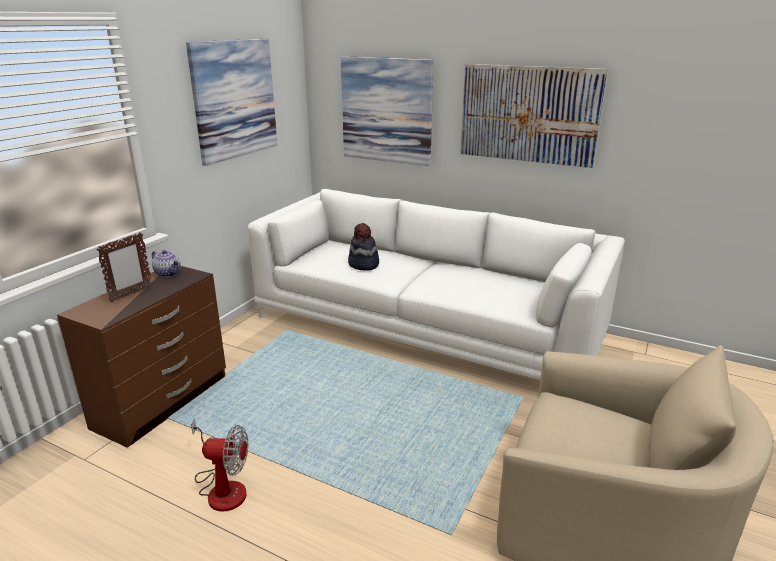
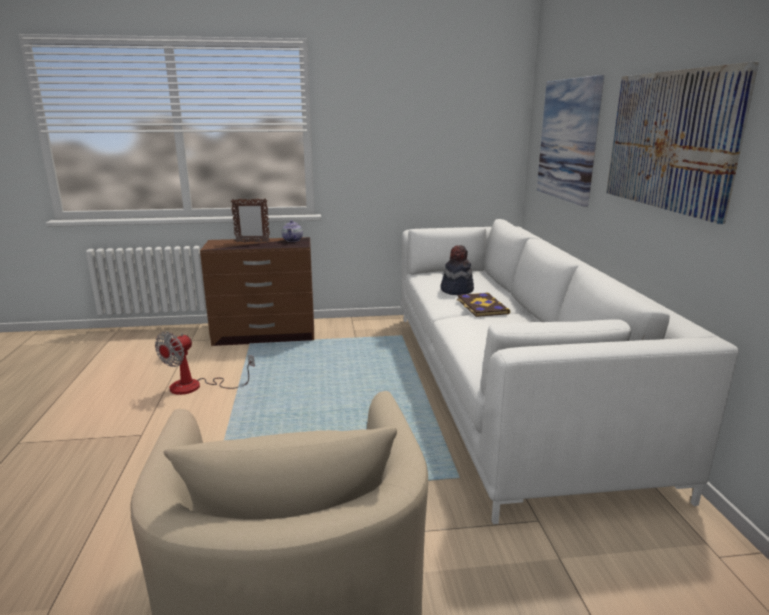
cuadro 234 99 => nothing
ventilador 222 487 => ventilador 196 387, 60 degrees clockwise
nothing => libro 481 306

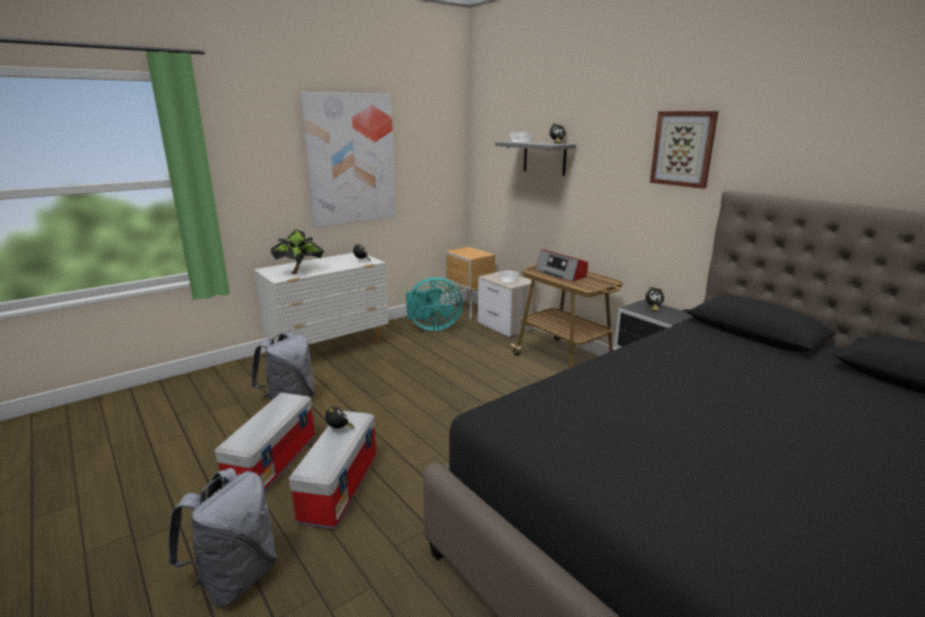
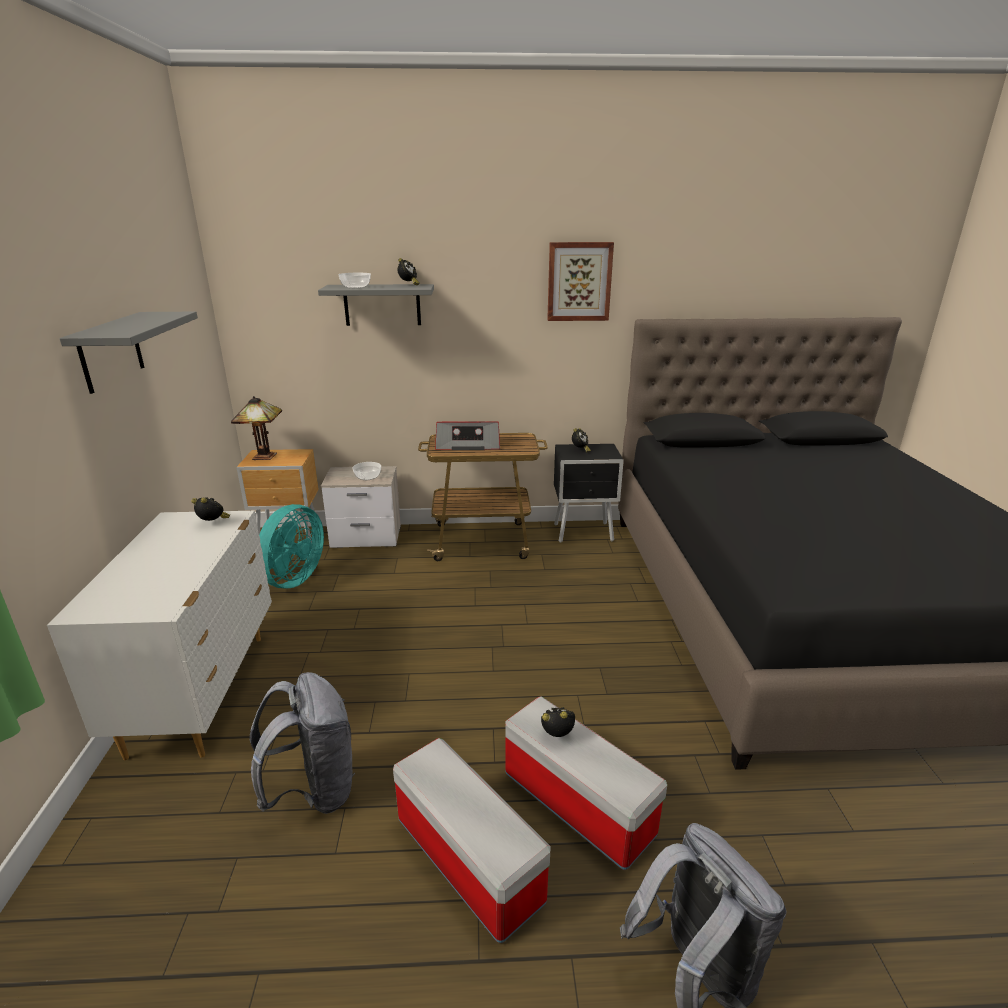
cuadro 351 159 => estante (gris) 111 352
planta en maceta 299 272 => nothing
nothing => lámpara de mesa 265 457

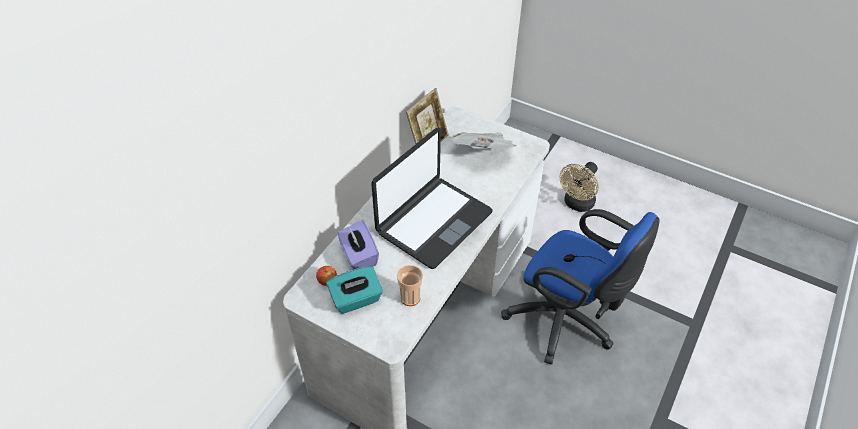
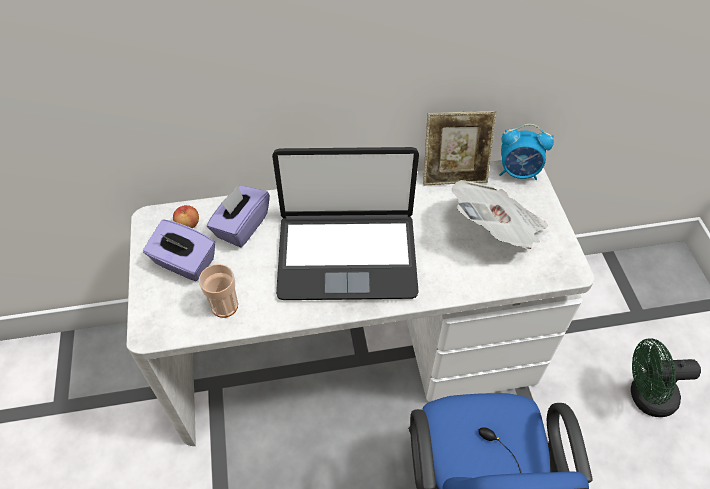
ventilador (beis) 577 204 => ventilador (verde) 645 396
caja de pañuelos (turquesa) 356 299 => caja de pañuelos (morado) 184 263
nothing => despertador 518 172

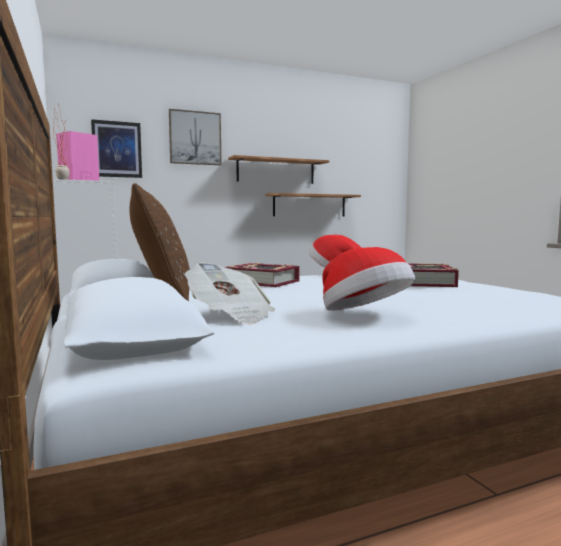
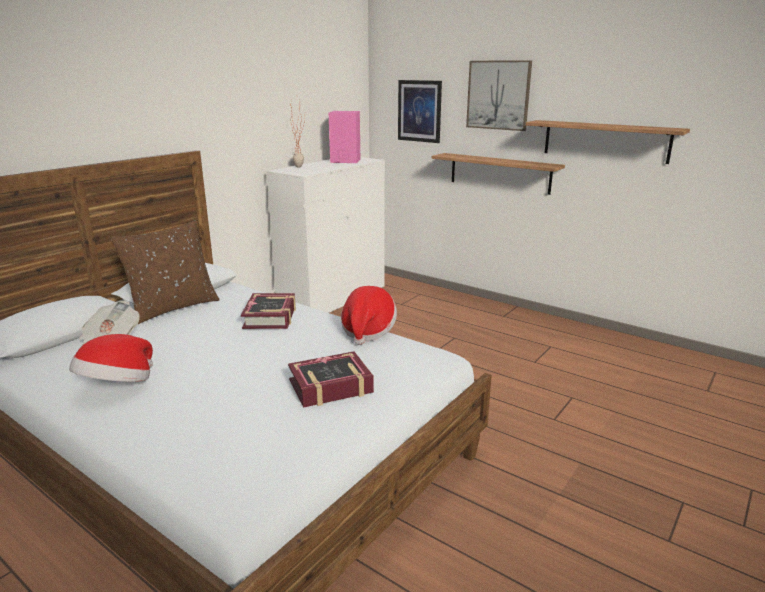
estante 309 205 => estante 499 173, relocated

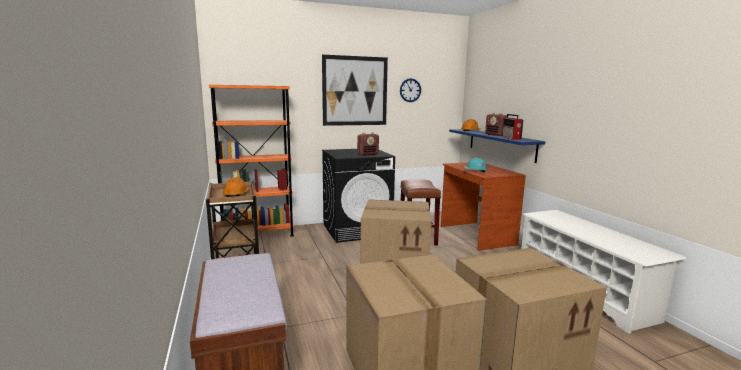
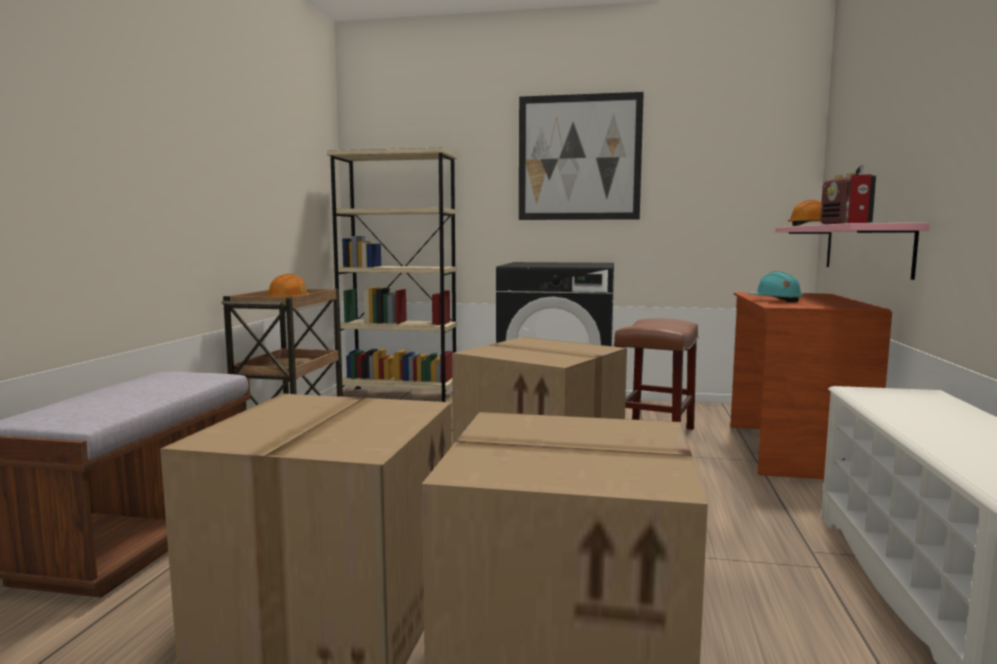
reloj de pared 410 90 => nothing
estantería (naranja) 258 234 => estantería (beis) 398 395
estante (azul) 500 144 => estante (rosa) 865 248
radio 368 154 => nothing

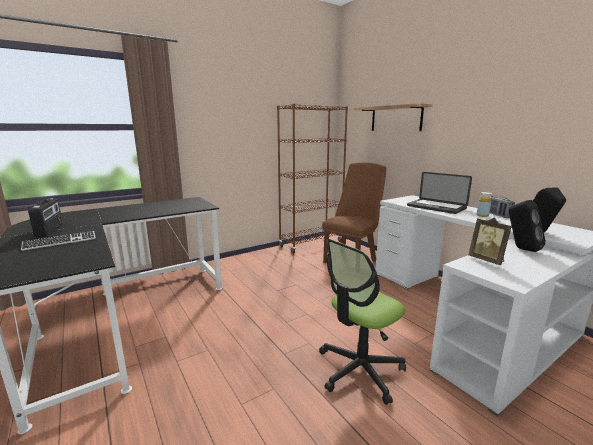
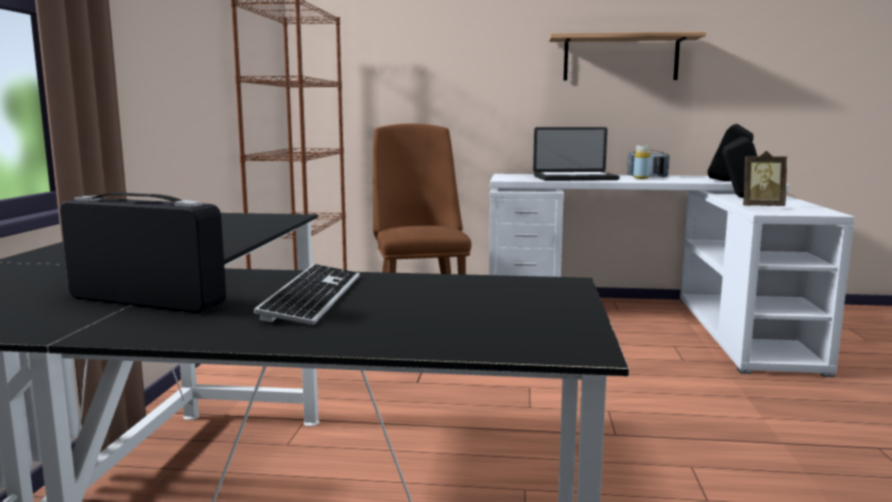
estante 396 118 => estante 620 58, relocated
silla de oficina 359 370 => nothing

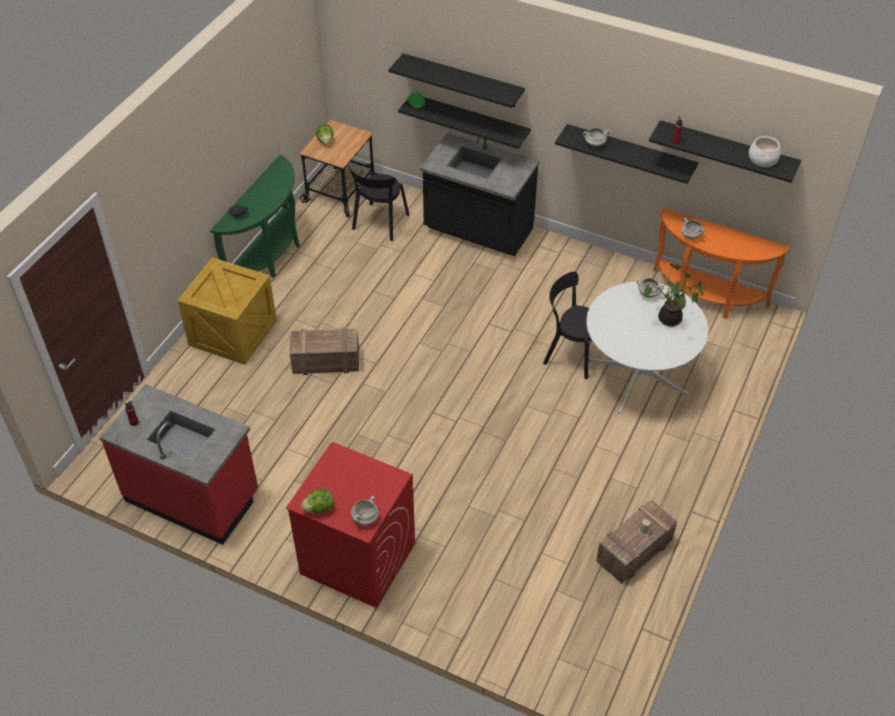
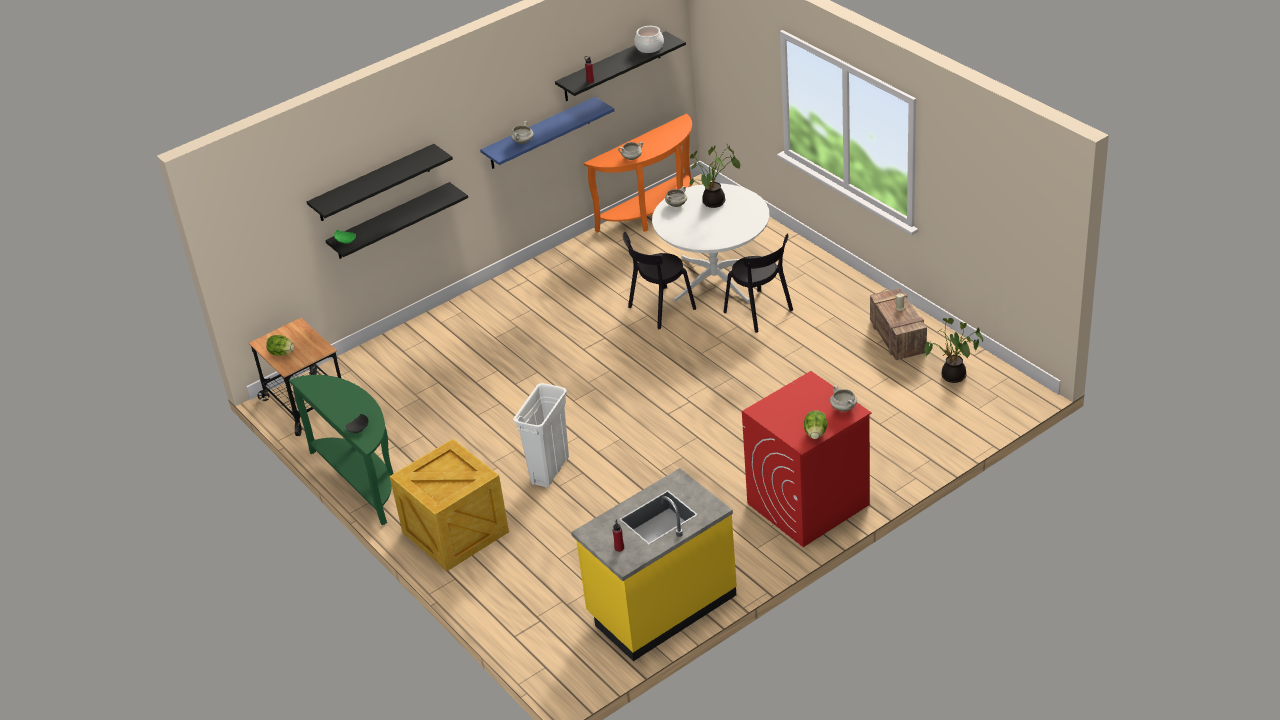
estante (negro) 630 153 => estante (azul) 540 134
mueble bajo de cocina (negro) 478 231 => nothing
silla (negro) 379 224 => silla (negro) 760 312, relocated
caja de embalaje 327 361 => papelera (blanco) 550 470
mueble bajo de cocina (rojo) 193 496 => mueble bajo de cocina (amarillo) 661 606
nothing => planta en maceta 952 377

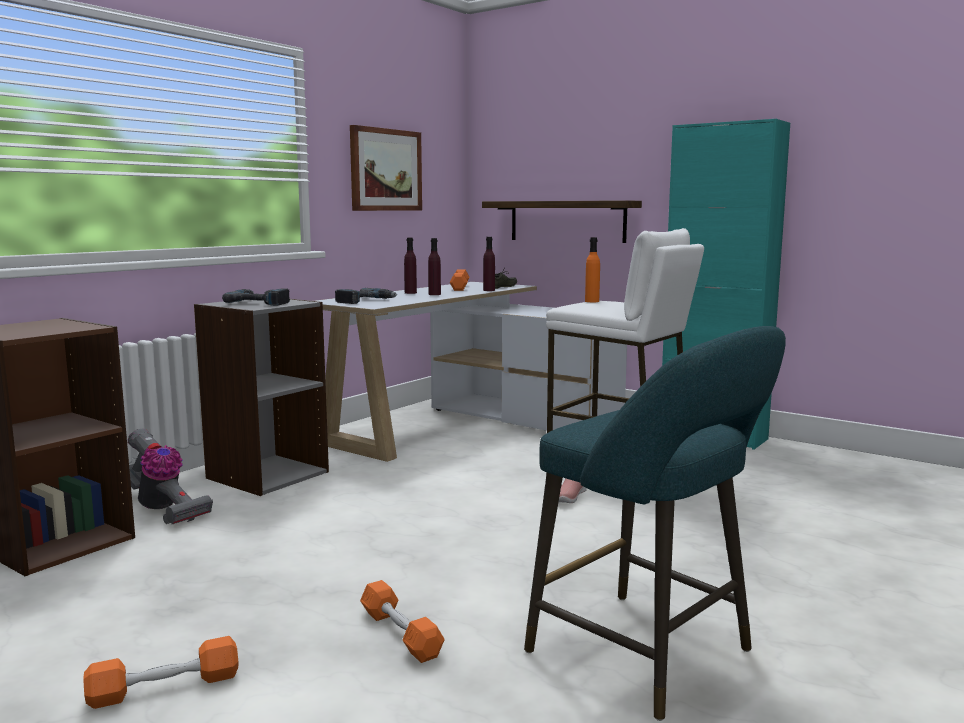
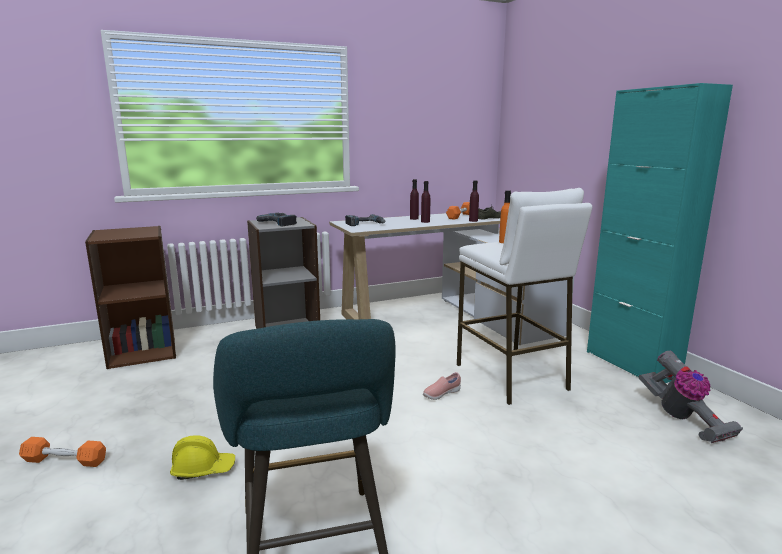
cuadro 385 170 => nothing
estante 567 221 => nothing
aspiradora 162 509 => aspiradora 682 419, relocated
mancuerna (naranja) 400 633 => casco (amarillo) 203 469

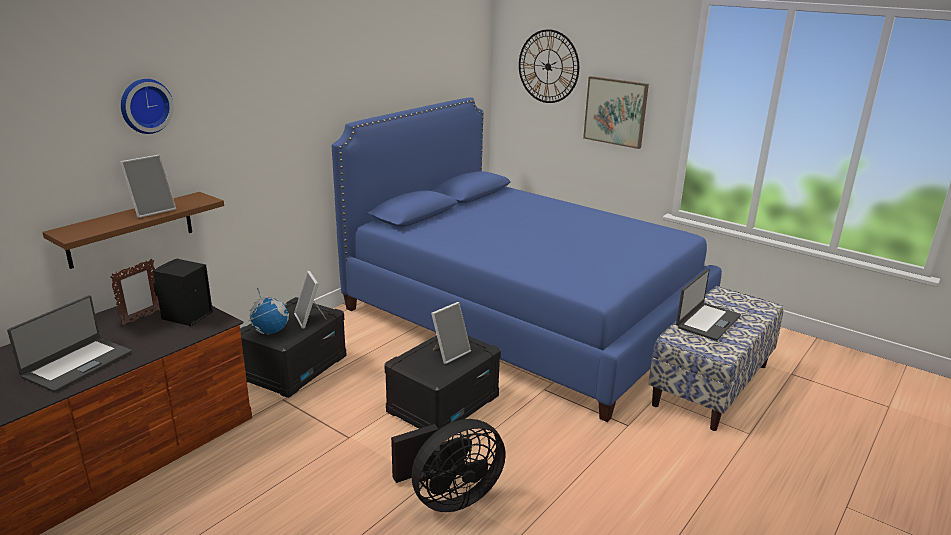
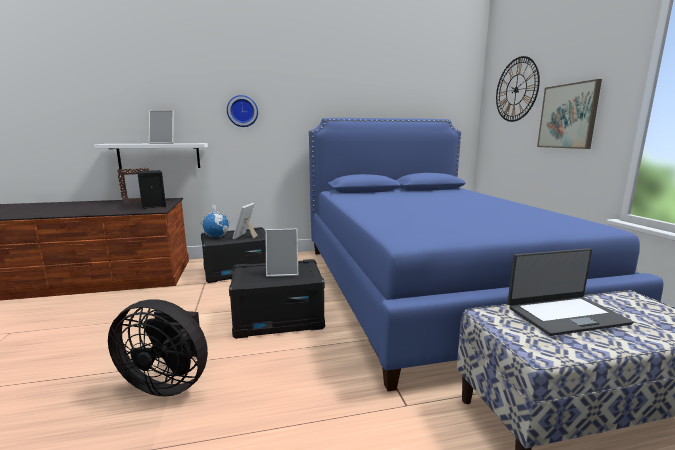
reloj de pared 145 105 => reloj de pared 242 111, relocated
estante (marrón) 130 229 => estante (blanco) 159 156
portátil 77 364 => nothing

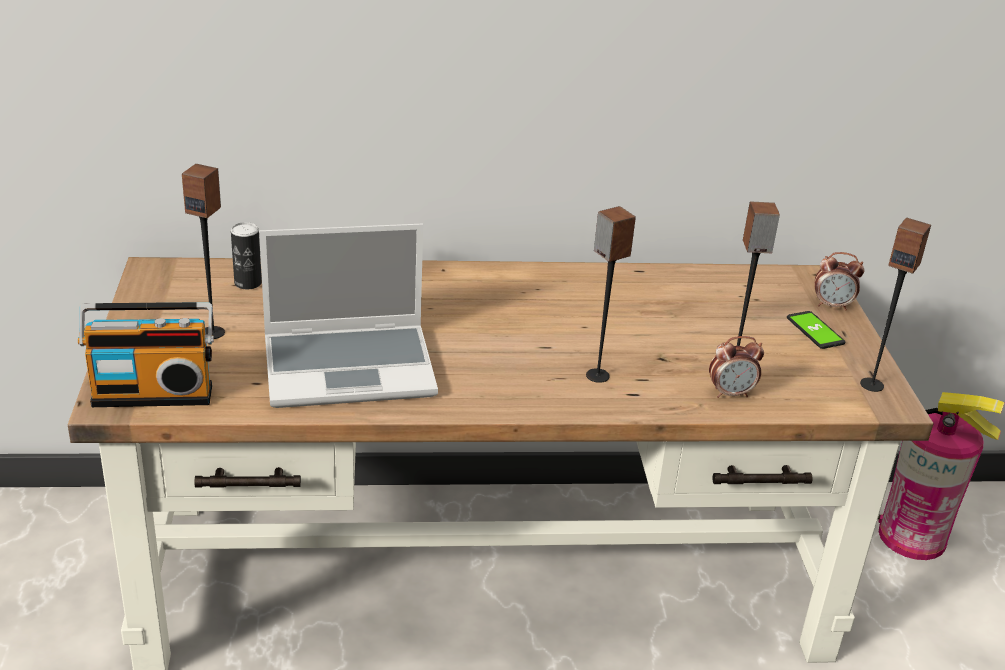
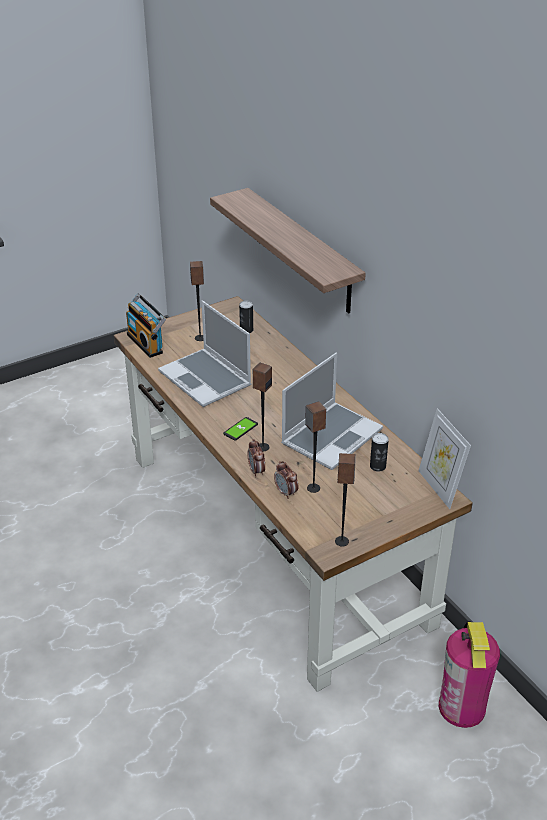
despertador 832 305 => despertador 256 471, relocated
móvil 815 331 => móvil 240 429, relocated
nothing => estante 302 251
nothing => portátil 331 436
nothing => portarretratos 439 488
nothing => lata 377 466

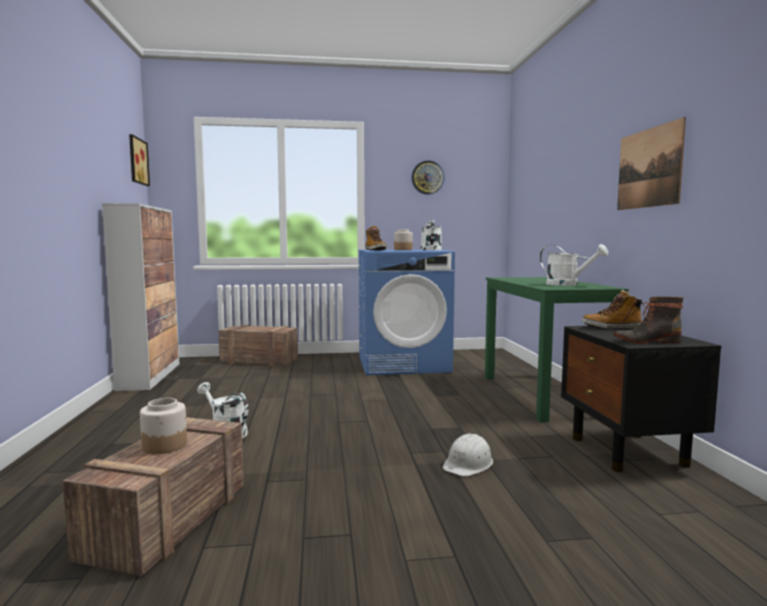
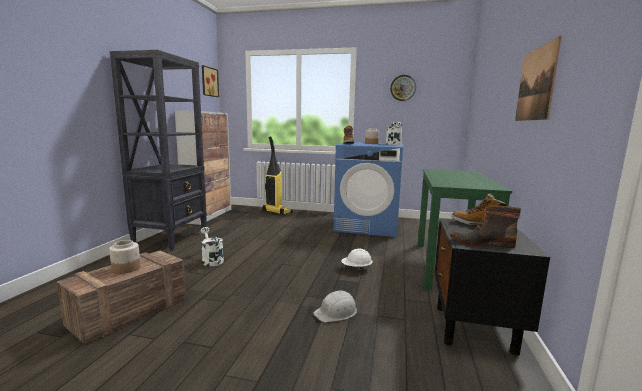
regadera (blanco) 568 284 => nothing
caja de embalaje 258 361 => aspiradora 277 212
nothing => estantería (negro) 172 238
nothing => casco (blanco) 356 269

